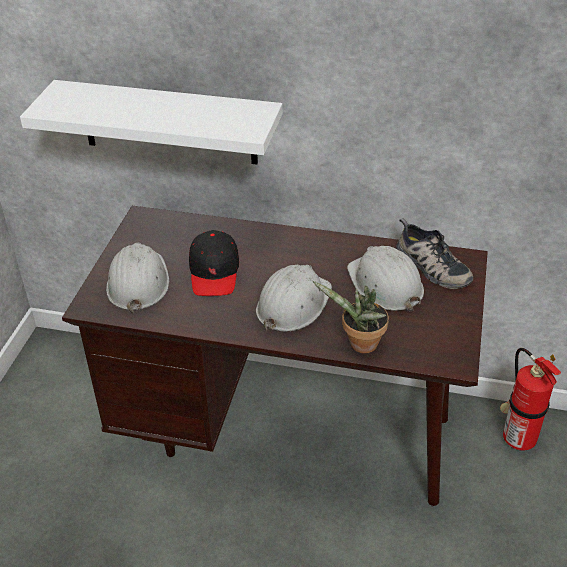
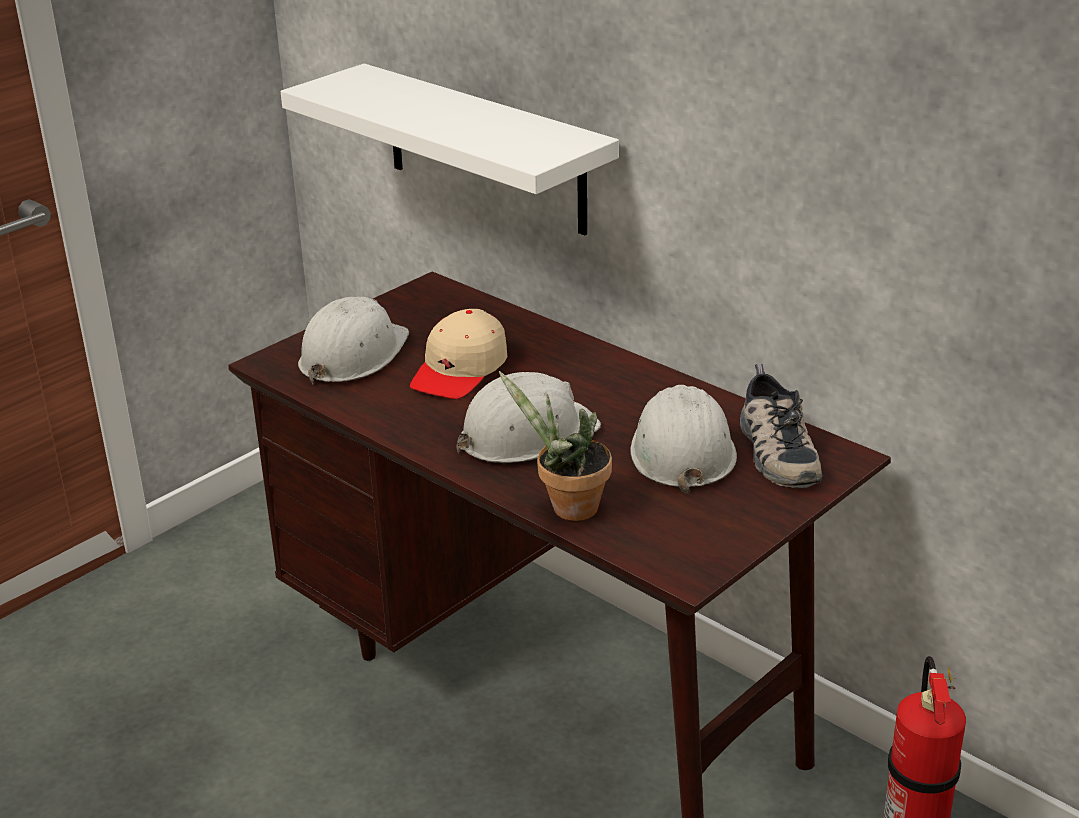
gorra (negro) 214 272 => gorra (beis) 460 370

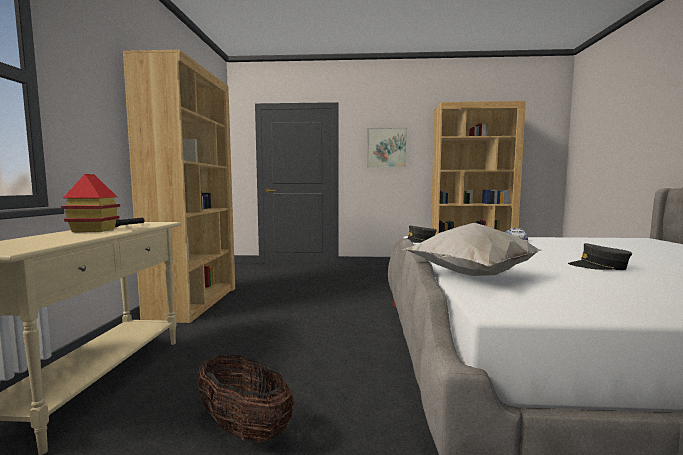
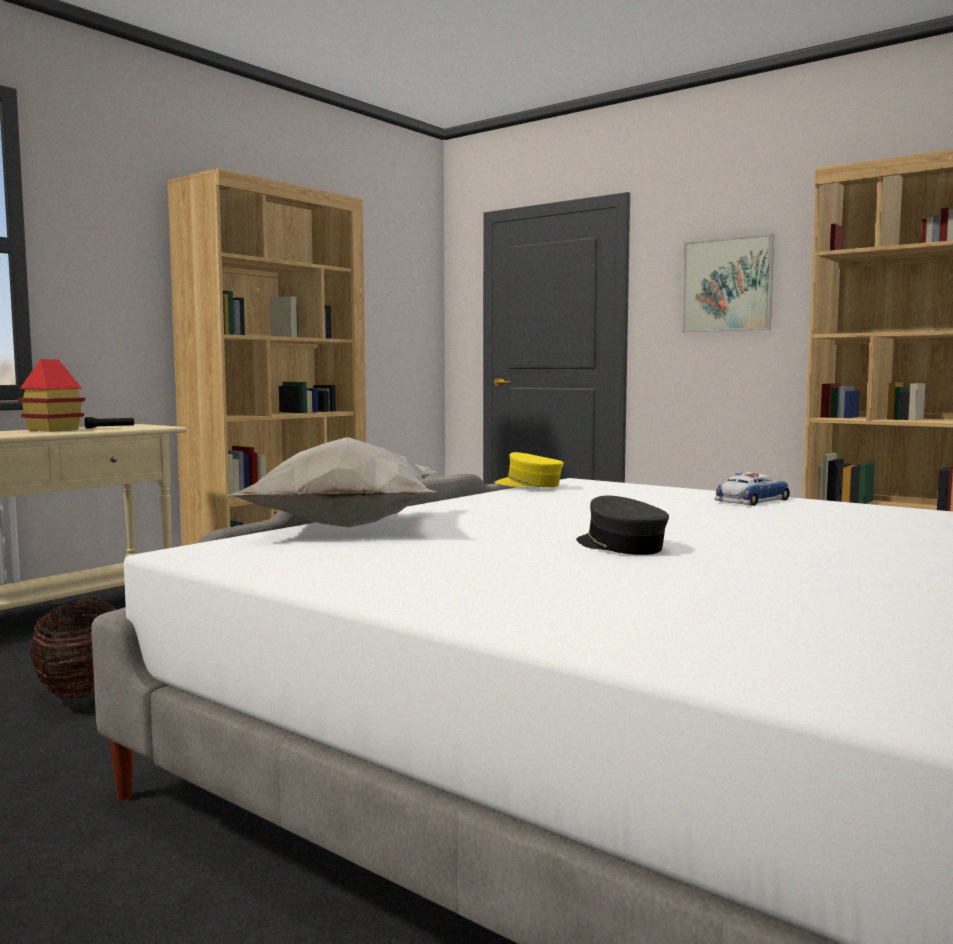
gorra (gris) 418 241 => gorra (amarillo) 529 484

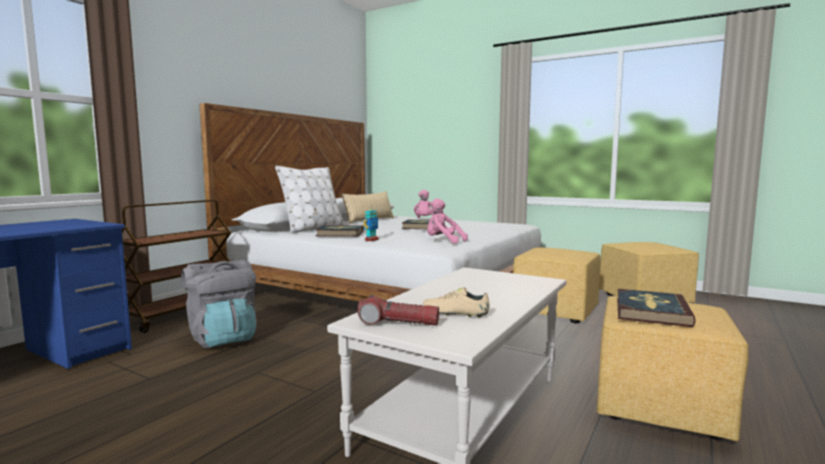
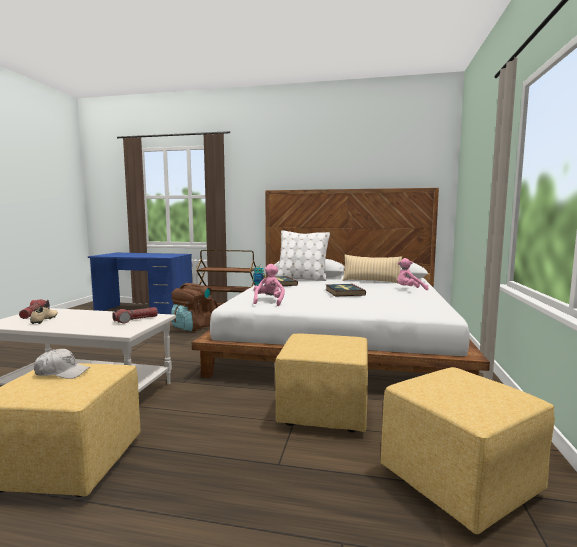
mochila (gris) 223 338 => mochila (marrón) 193 327
libro 651 311 => gorra (blanco) 62 372
nothing => linterna 136 320

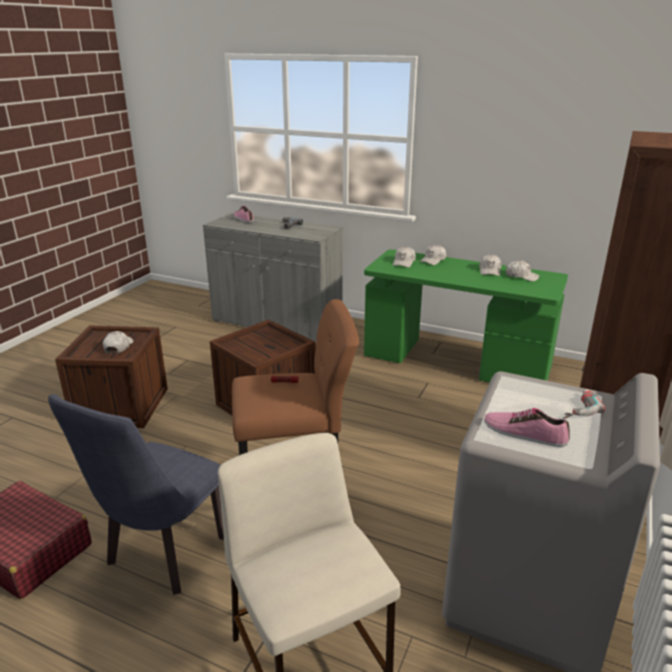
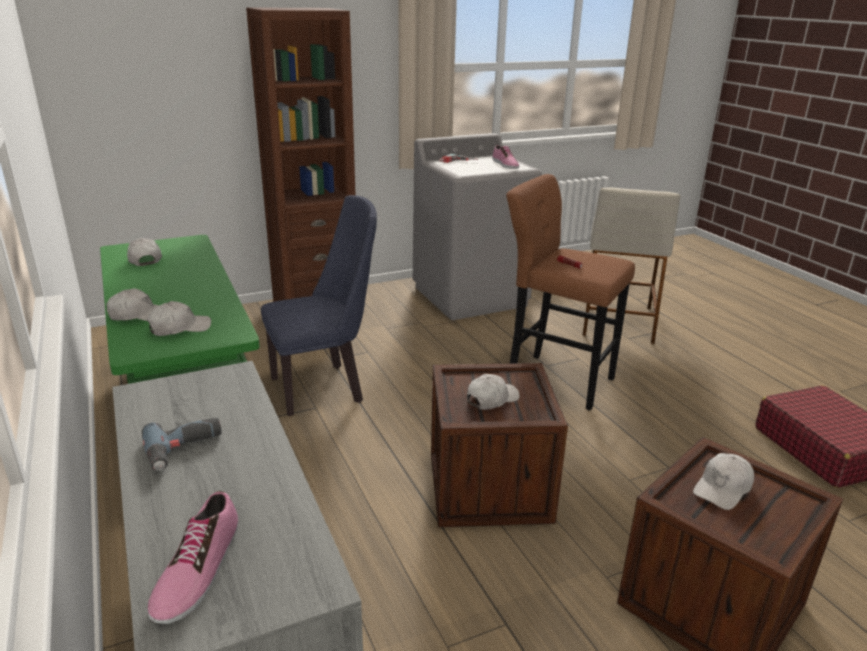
gorra (blanco) 490 271 => gorra (blanco) 491 399, relocated
silla (azul) 161 557 => silla (azul) 324 387, relocated

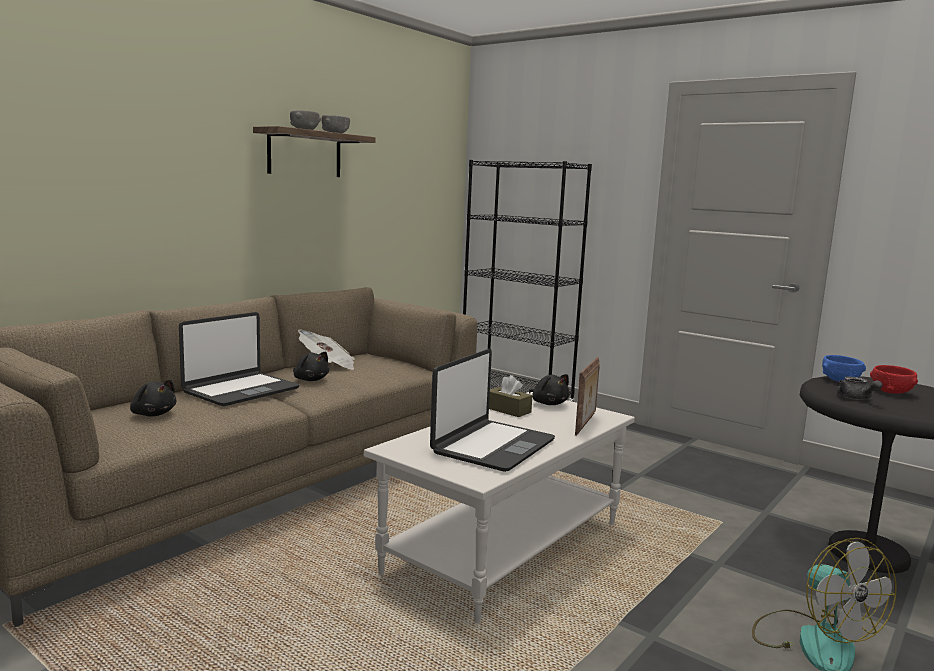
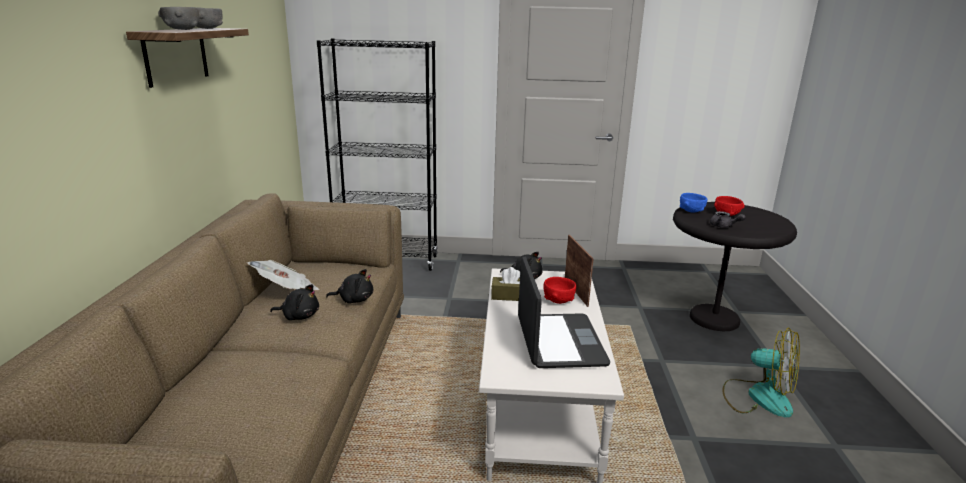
portátil 240 390 => nothing
peluche (negro) 153 414 => peluche (negro) 354 300, relocated
nothing => cuenco (rojo) 558 300

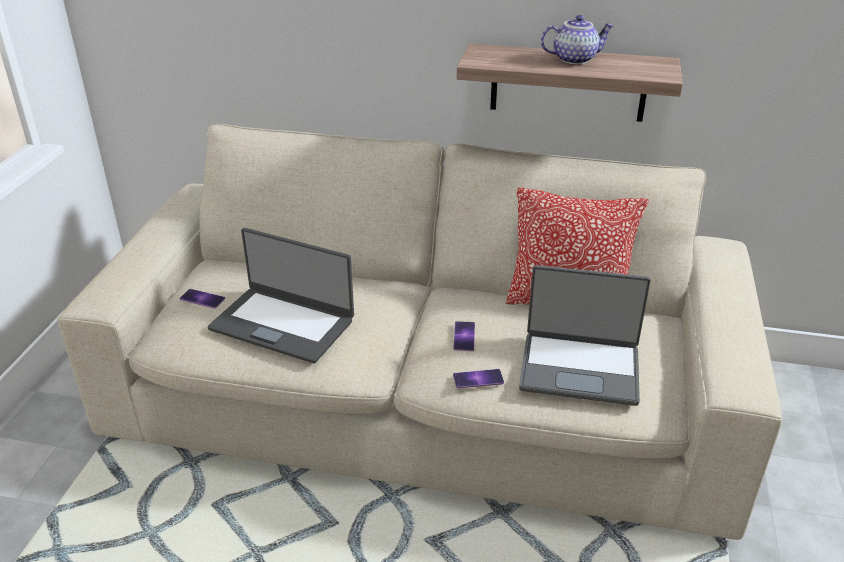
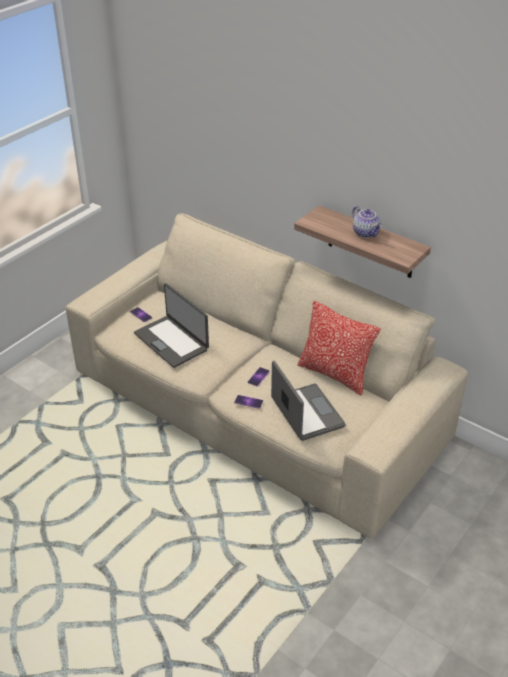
tetera 574 59 => tetera 366 233, 45 degrees clockwise
portátil 580 368 => portátil 306 413, 150 degrees counterclockwise

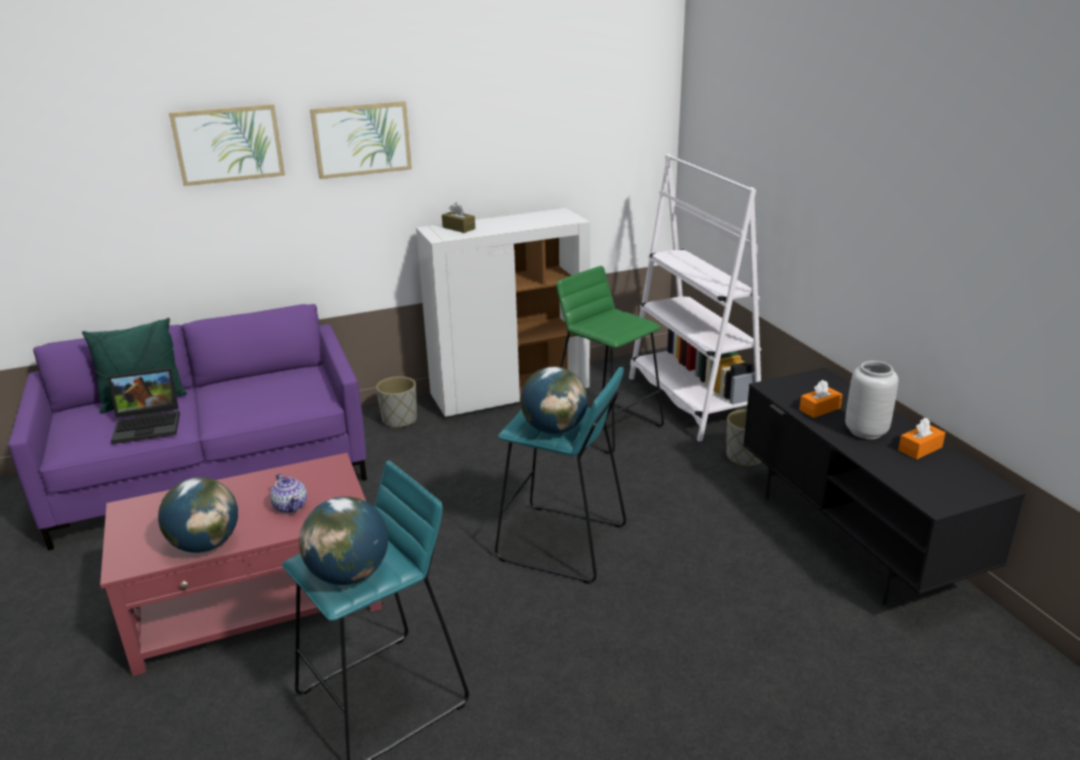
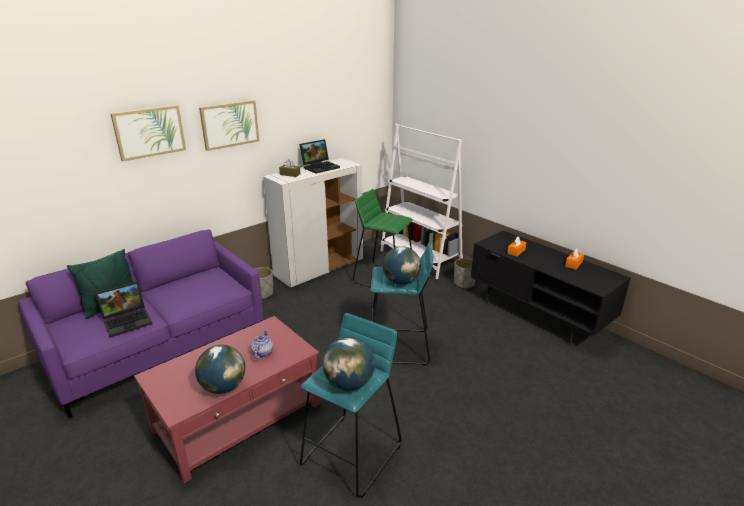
florero (gris) 866 431 => nothing
tetera 290 506 => tetera 262 353, 120 degrees counterclockwise
nothing => portátil 320 167

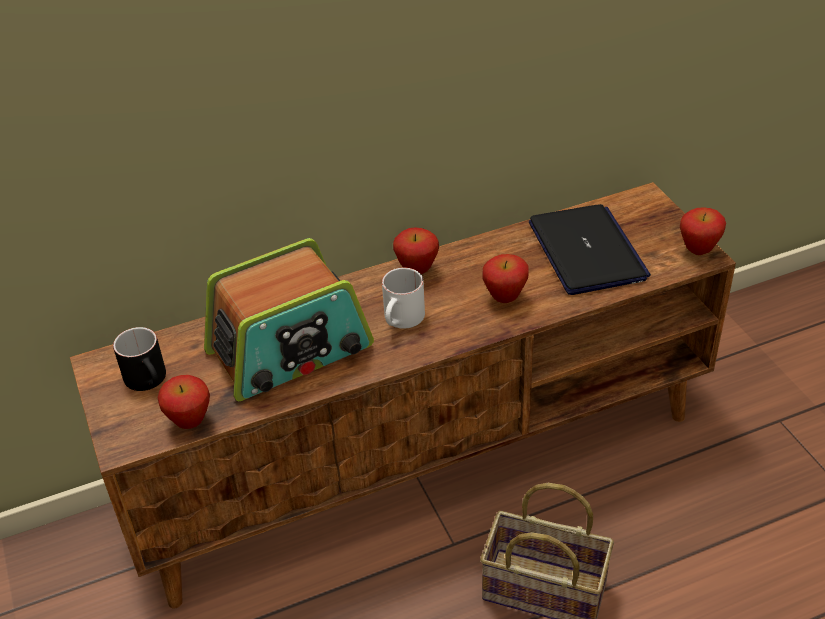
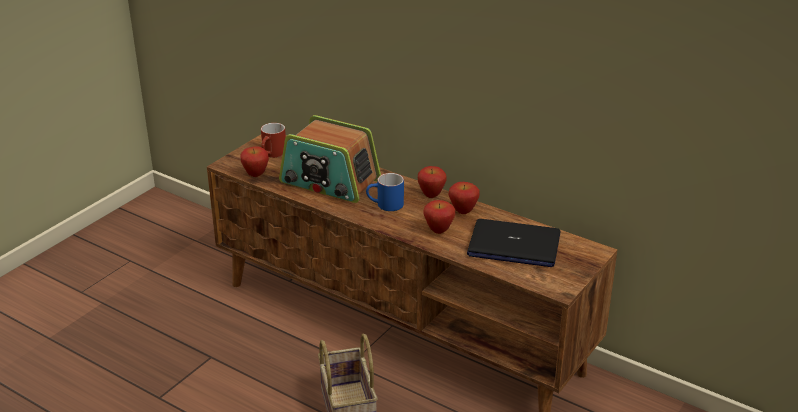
portátil 587 251 => portátil 513 245, 60 degrees clockwise
manzana 698 250 => manzana 463 211, relocated
taza grande (blanco) 402 321 => taza grande (azul) 385 205
taza grande (negro) 150 380 => taza grande (rojo) 273 154

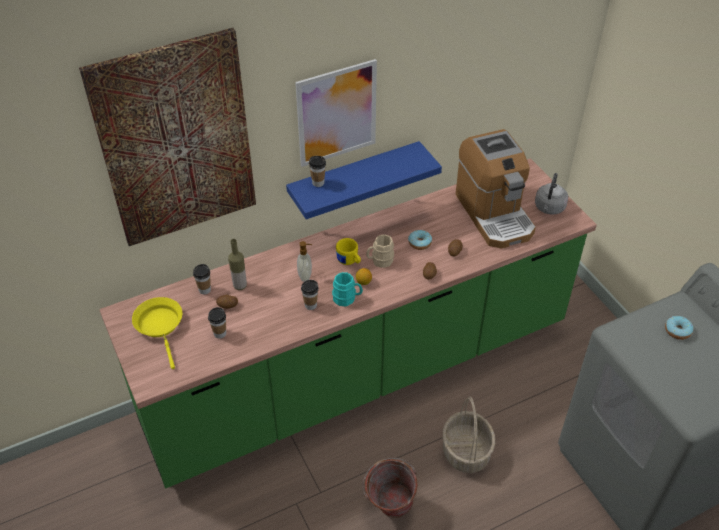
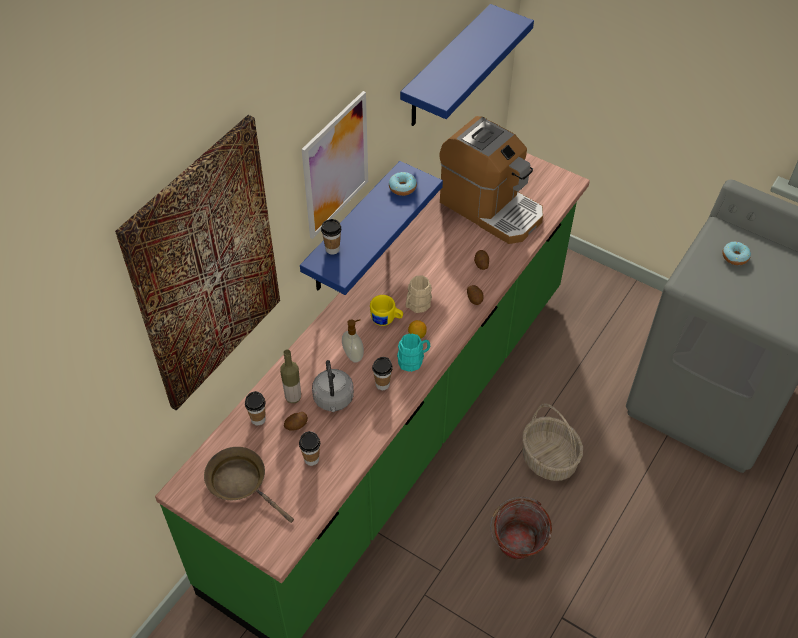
hervidor (gris) 549 208 => hervidor (gris) 333 400, relocated
rosquilla 419 243 => rosquilla 402 188, relocated
sartén (amarillo) 160 326 => sartén (marrón) 241 482
nothing => estante (azul) 445 69

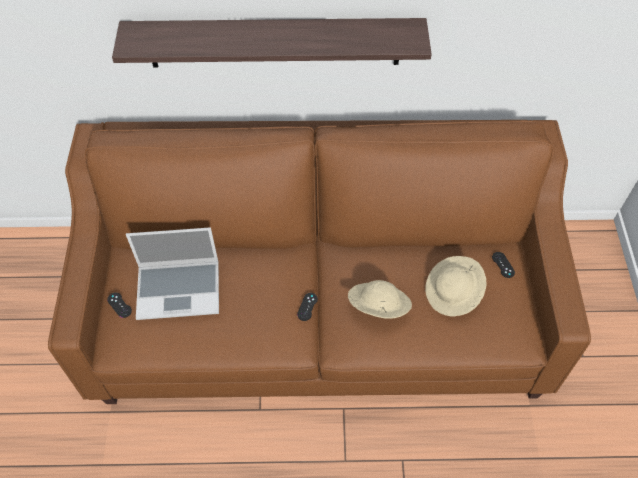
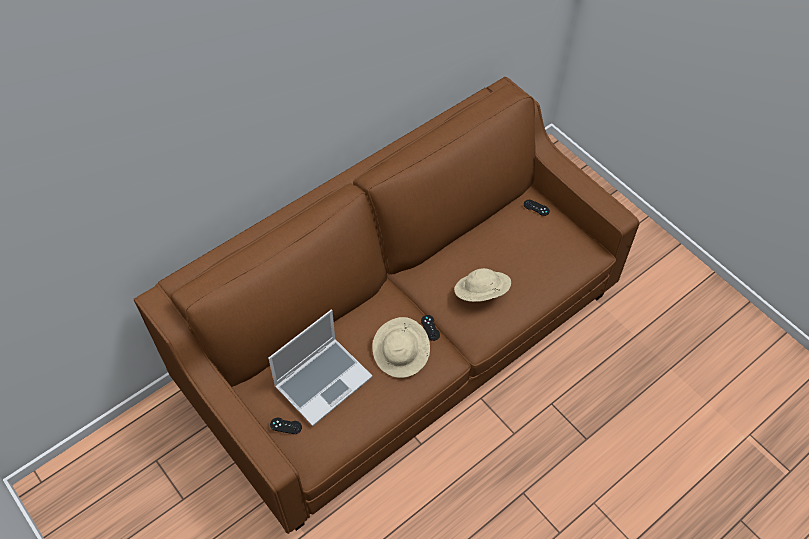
estante 274 42 => nothing
sombrero (beis) 453 293 => sombrero (beis) 401 354, relocated

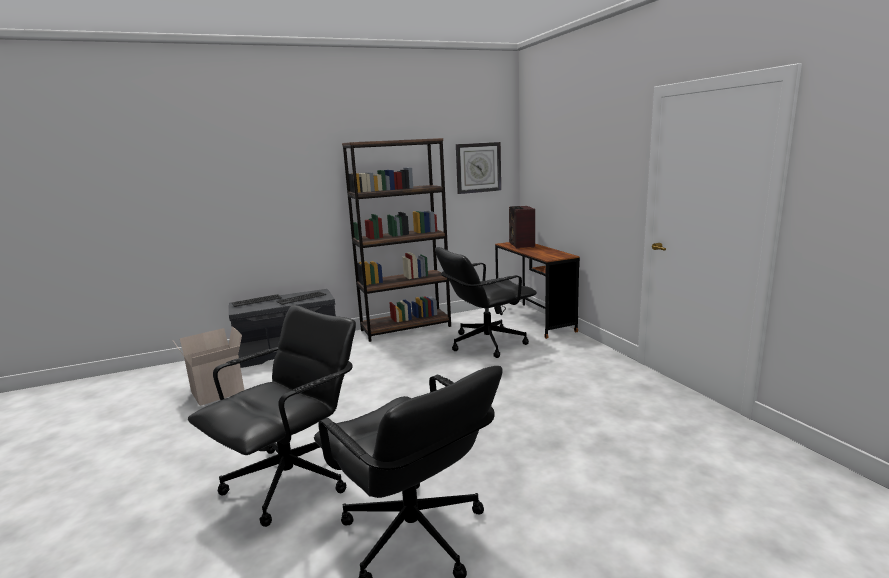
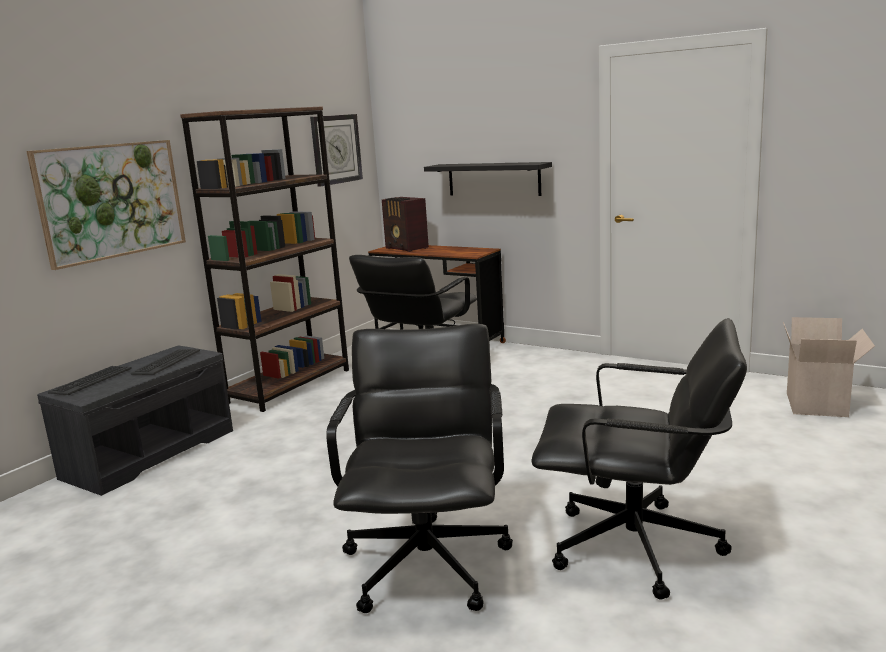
caja de cartón 217 393 => caja de cartón 819 405, relocated
nothing => cuadro 111 201
nothing => estante (negro) 493 179

